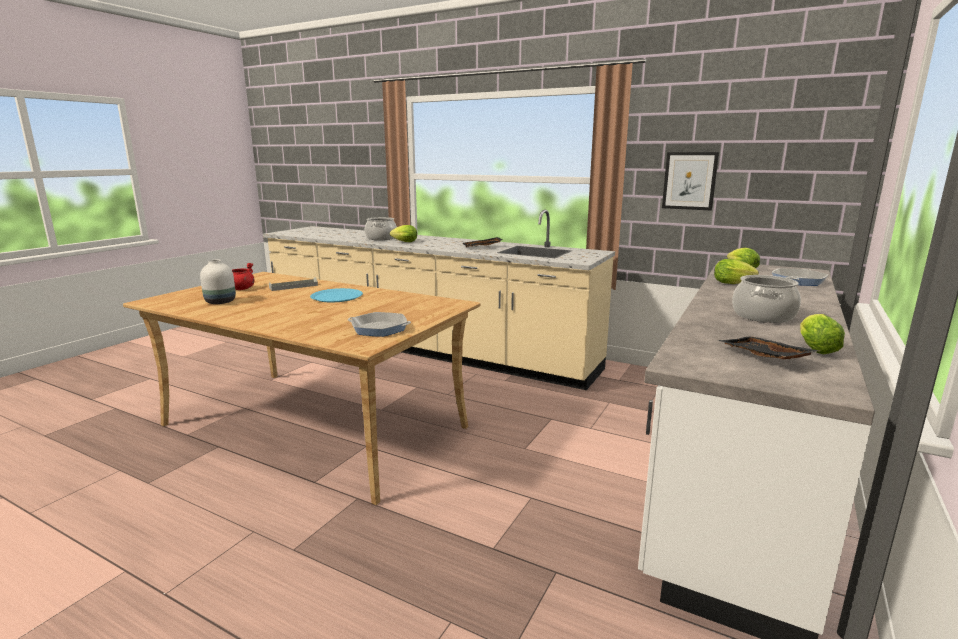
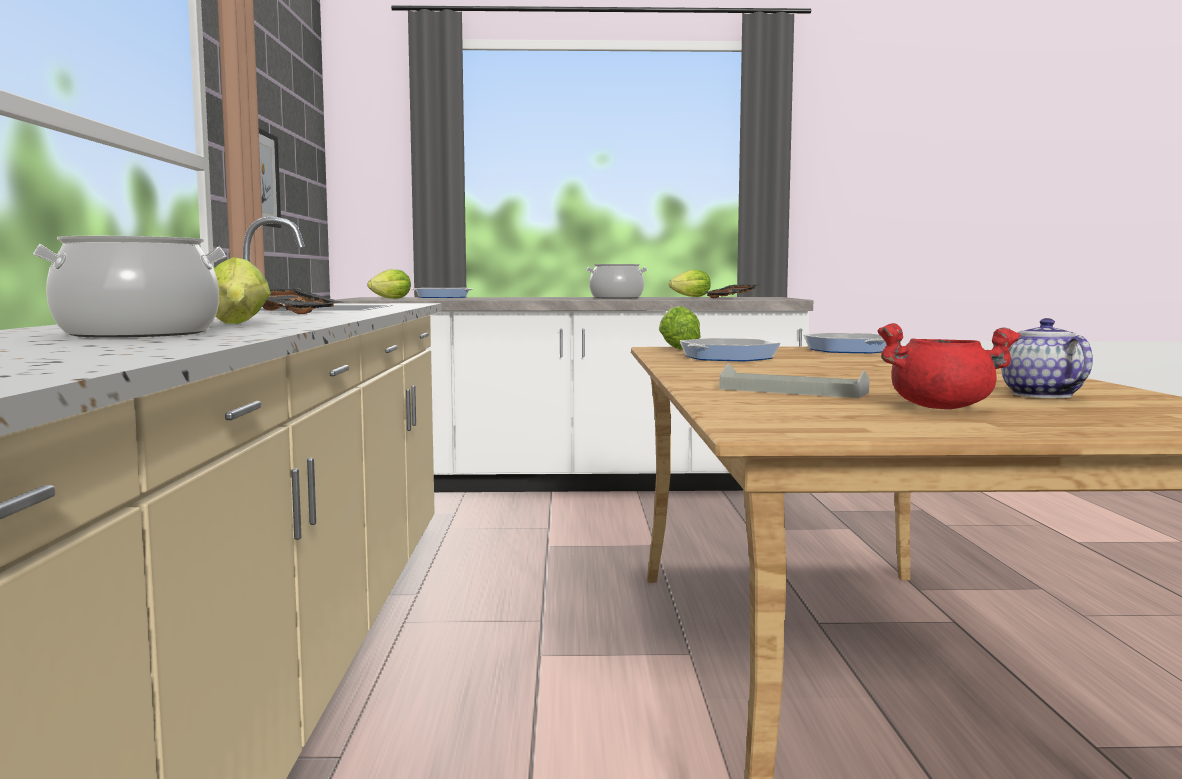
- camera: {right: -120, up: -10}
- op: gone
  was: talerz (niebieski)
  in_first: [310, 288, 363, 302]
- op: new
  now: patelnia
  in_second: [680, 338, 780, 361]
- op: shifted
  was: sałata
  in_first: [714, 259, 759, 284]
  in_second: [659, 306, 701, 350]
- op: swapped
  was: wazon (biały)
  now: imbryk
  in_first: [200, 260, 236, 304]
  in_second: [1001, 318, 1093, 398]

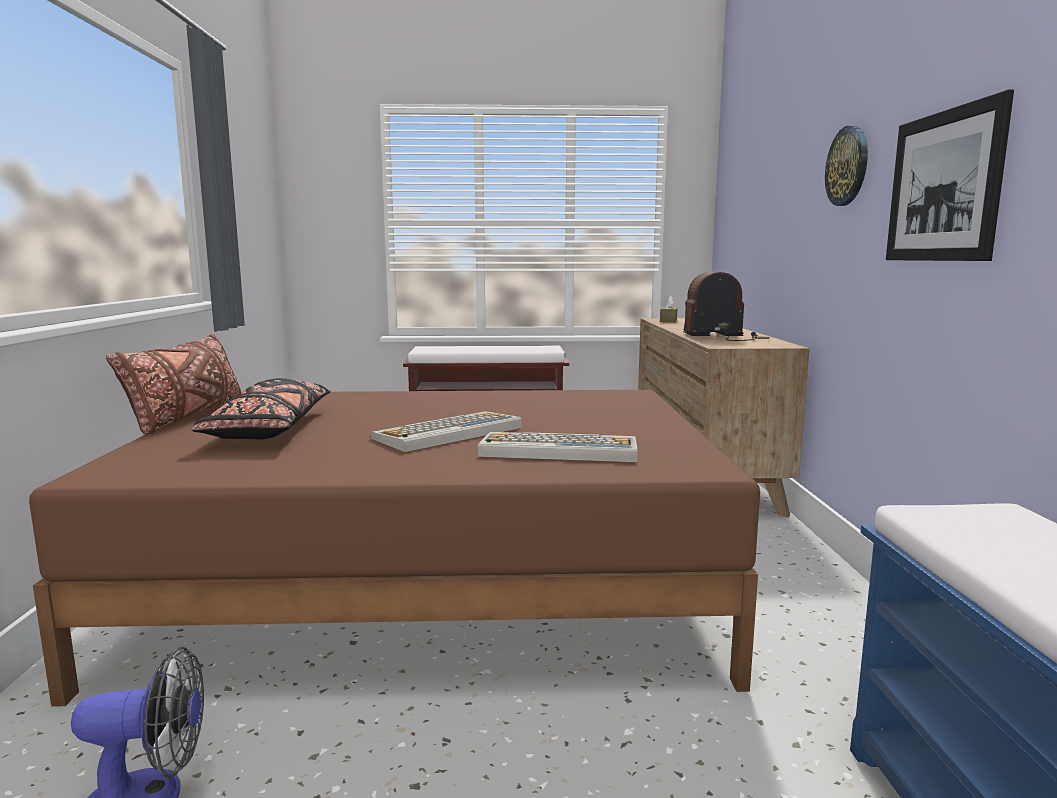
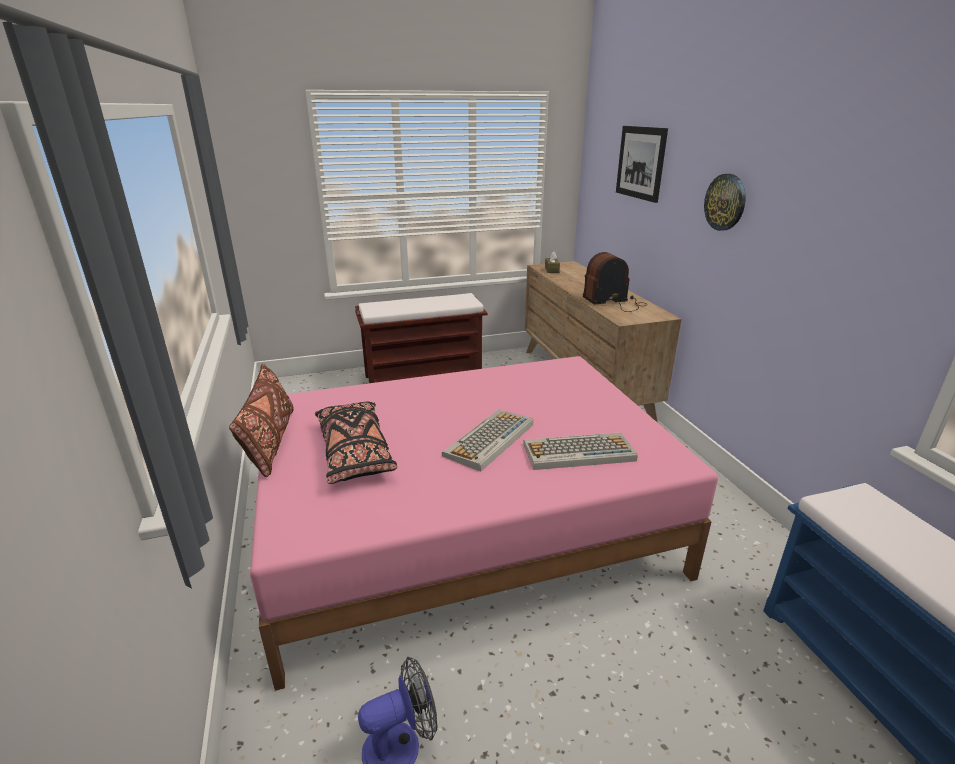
- camera: {right: -15, up: 15}
- op: shifted
  was: obraz
  in_first: [886, 89, 1014, 261]
  in_second: [616, 126, 668, 203]
- op: repainted
  was: łóżko (brązowy)
  now: łóżko (różowy)
  in_first: [29, 390, 760, 707]
  in_second: [250, 356, 718, 691]

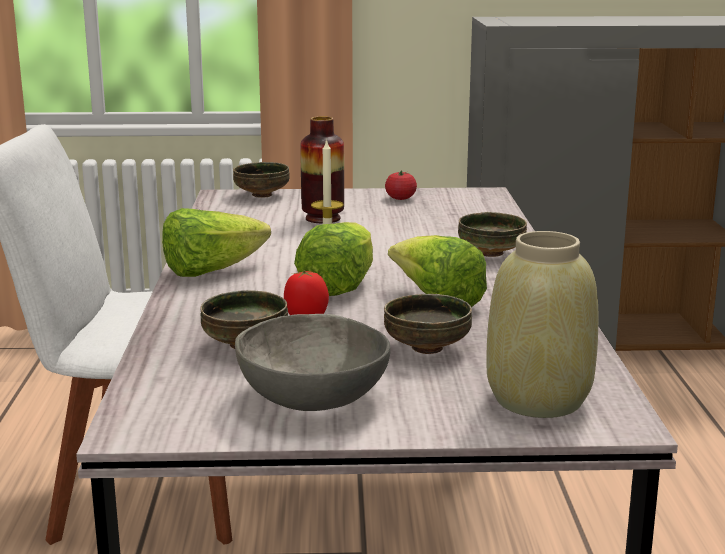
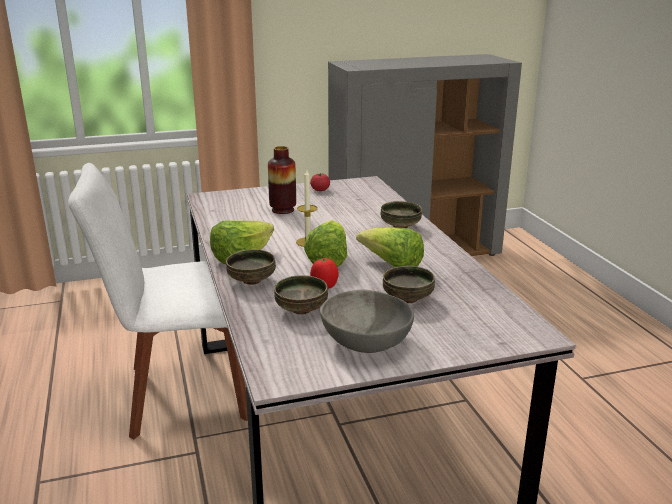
- camera: {right: -15, up: 5}
- op: gone
  was: wazon (beżowy)
  in_first: [487, 231, 598, 418]
- op: shifted
  was: miska
  in_first: [233, 162, 290, 198]
  in_second: [226, 249, 276, 285]

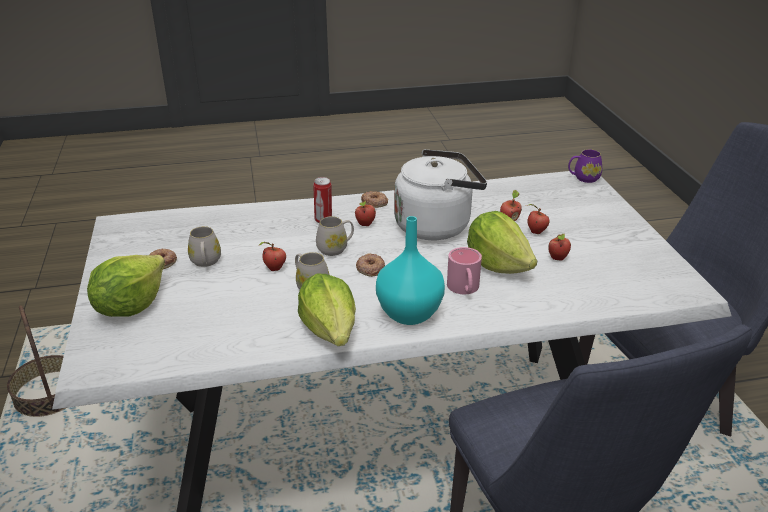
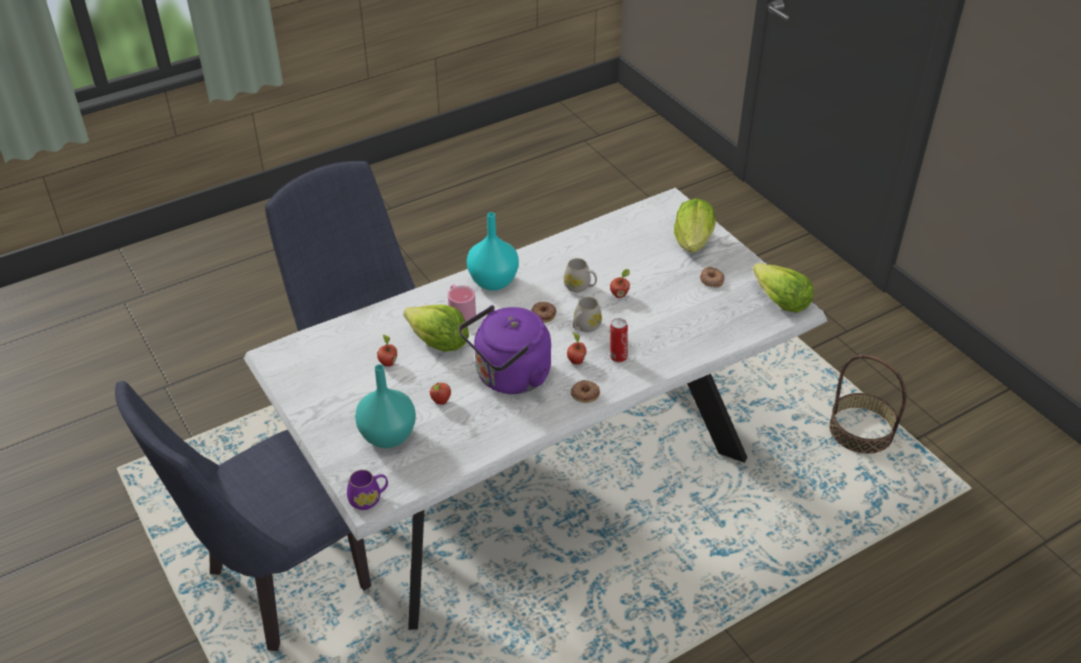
- camera: {right: 160, up: 10}
- op: gone
  was: kubek (biały)
  in_first: [188, 226, 221, 267]
- op: gone
  was: jabłko
  in_first: [526, 204, 549, 234]
- op: new
  now: wazon (turkusowy)
  in_second: [355, 364, 416, 448]
- op: shifted
  was: sałata
  in_first: [298, 274, 356, 346]
  in_second: [753, 263, 814, 313]
- op: repainted
  was: czajnik (biały)
  now: czajnik (fioletowy)
  in_first: [394, 149, 487, 240]
  in_second: [459, 305, 551, 394]

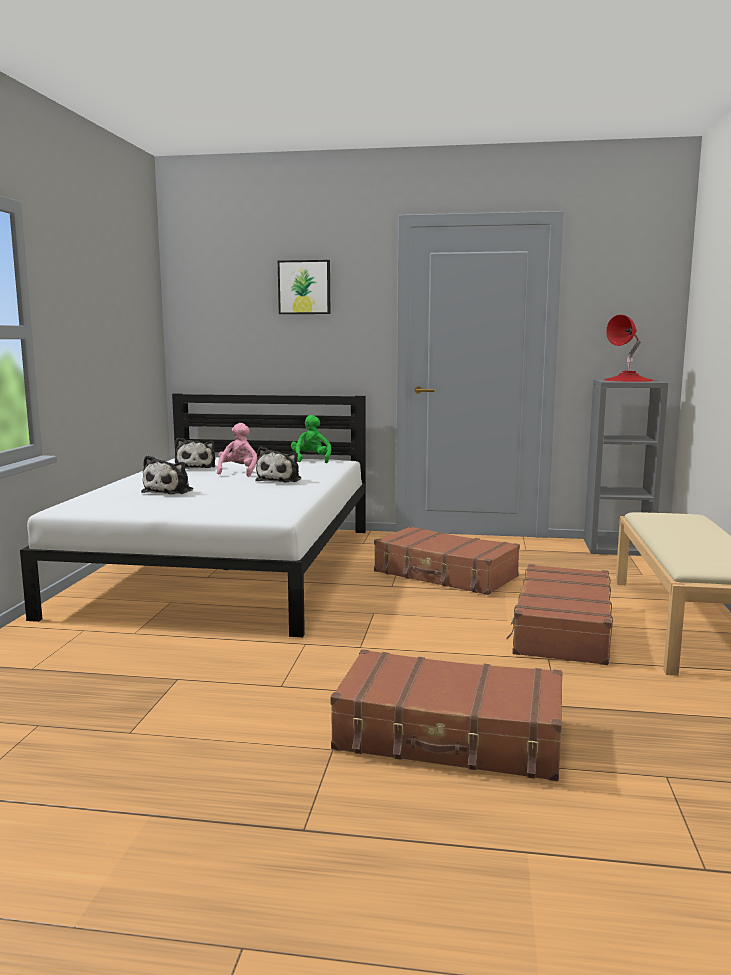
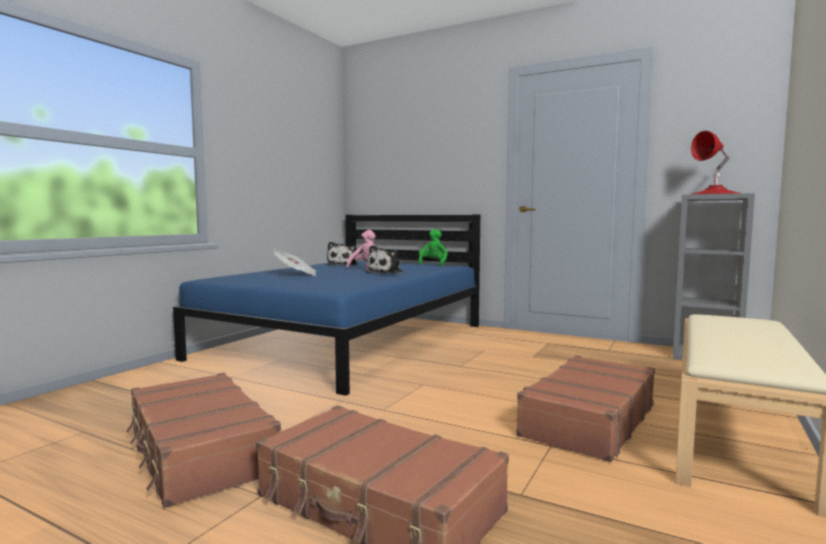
- camera: {right: 20, up: -5}
- op: gone
  was: obraz
  in_first: [278, 260, 330, 314]
- op: shifted
  was: walizka (brązowy)
  in_first: [374, 526, 520, 595]
  in_second: [126, 373, 281, 508]
- op: swapped
  was: pluszak
  now: gazeta
  in_first: [141, 455, 193, 494]
  in_second: [273, 249, 316, 276]
- op: repainted
  was: łóżko (biały)
  now: łóżko (niebieski)
  in_first: [20, 394, 366, 637]
  in_second: [173, 214, 480, 396]

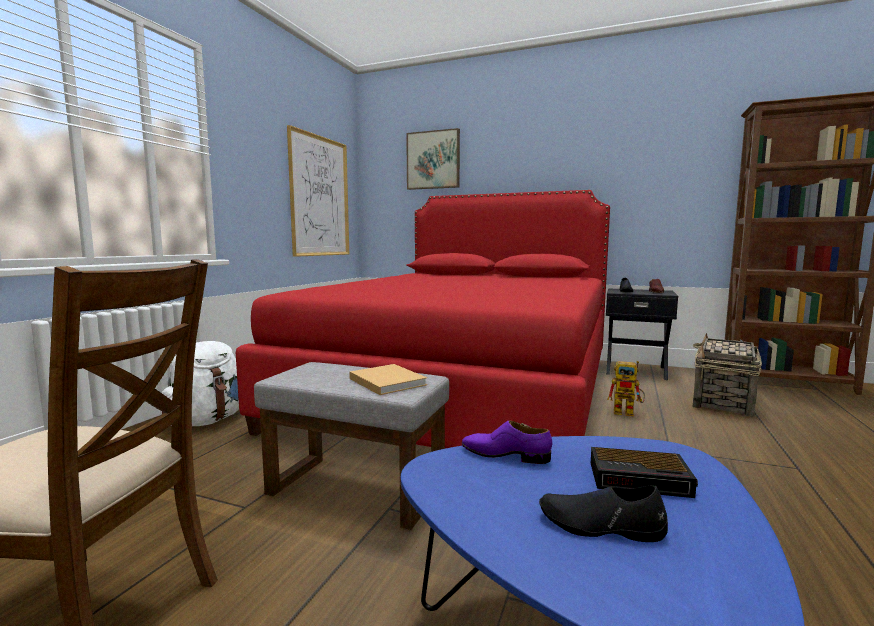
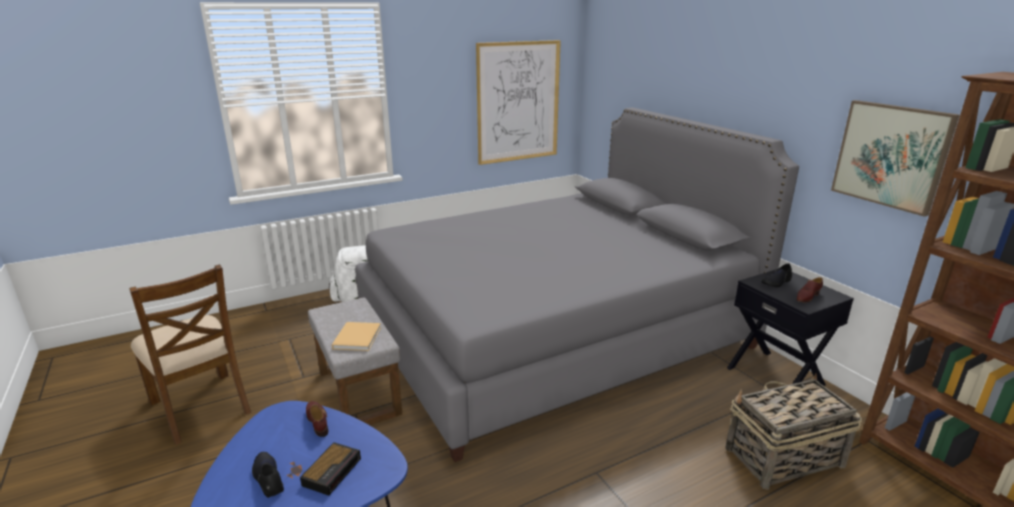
- camera: {right: 40, up: 15}
- op: gone
  was: robot zabawkowy
  in_first: [607, 361, 645, 416]
- op: shifted
  was: obraz
  in_first: [406, 128, 460, 190]
  in_second: [831, 100, 960, 217]
- op: repainted
  was: łóżko (czerwony)
  now: łóżko (szary)
  in_first: [236, 190, 610, 449]
  in_second: [355, 108, 799, 462]
- op: repainted
  was: but (fioletowy)
  now: but (brązowy)
  in_first: [462, 420, 552, 464]
  in_second: [306, 401, 328, 437]
- op: rotated
  was: budzik
  in_first: [591, 447, 698, 498]
  in_second: [300, 442, 361, 496]
  clockwise: -120

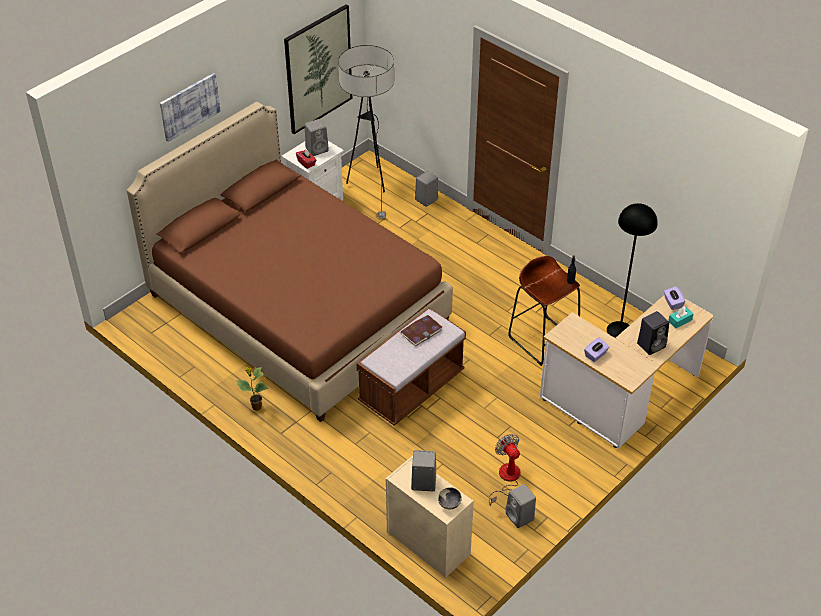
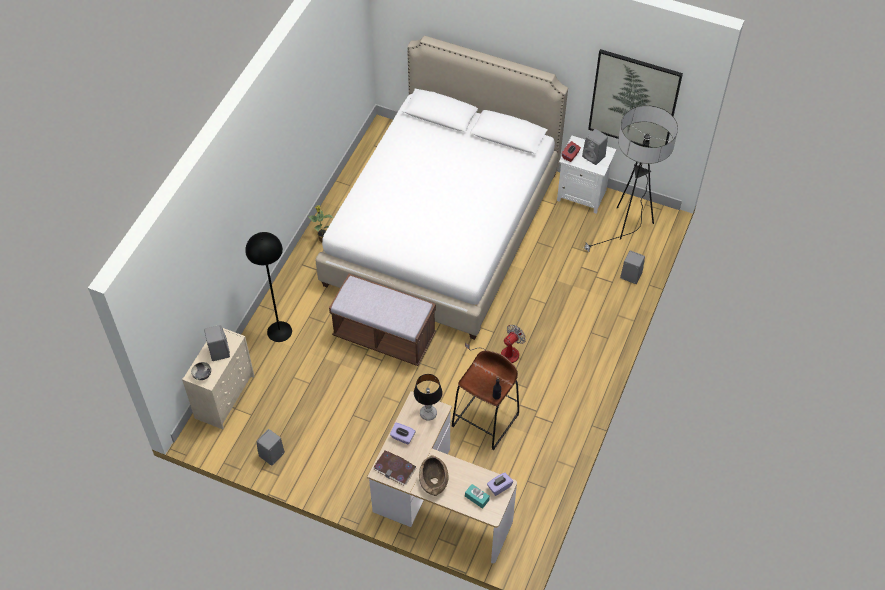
- camera: {right: 70, up: 10}
- op: gone
  was: obraz
  in_first: [160, 73, 221, 142]
- op: new
  now: lampa stołowa
  in_second: [414, 374, 443, 421]
- op: shifted
  was: książka
  in_first: [401, 315, 443, 346]
  in_second: [373, 450, 416, 486]
- op: shifted
  was: wentylator
  in_first: [489, 434, 521, 506]
  in_second: [465, 325, 526, 363]
- op: shifted
  was: lampa stojąca (czarny)
  in_first: [607, 203, 658, 338]
  in_second: [245, 232, 292, 342]
- op: swapped
  was: głośnik (czarny)
  now: miska (brązowy)
  in_first: [637, 311, 669, 355]
  in_second: [419, 455, 448, 496]
- op: repainted
  was: łóżko (brązowy)
  now: łóżko (biały)
  in_first: [127, 102, 453, 422]
  in_second: [315, 36, 568, 340]

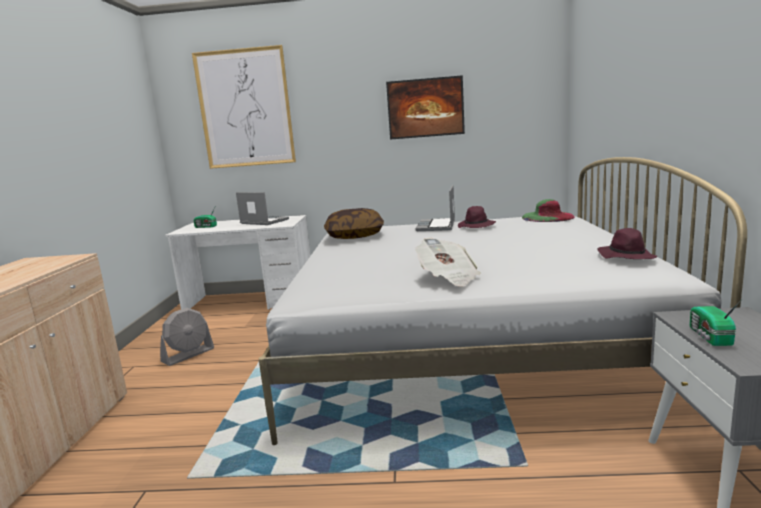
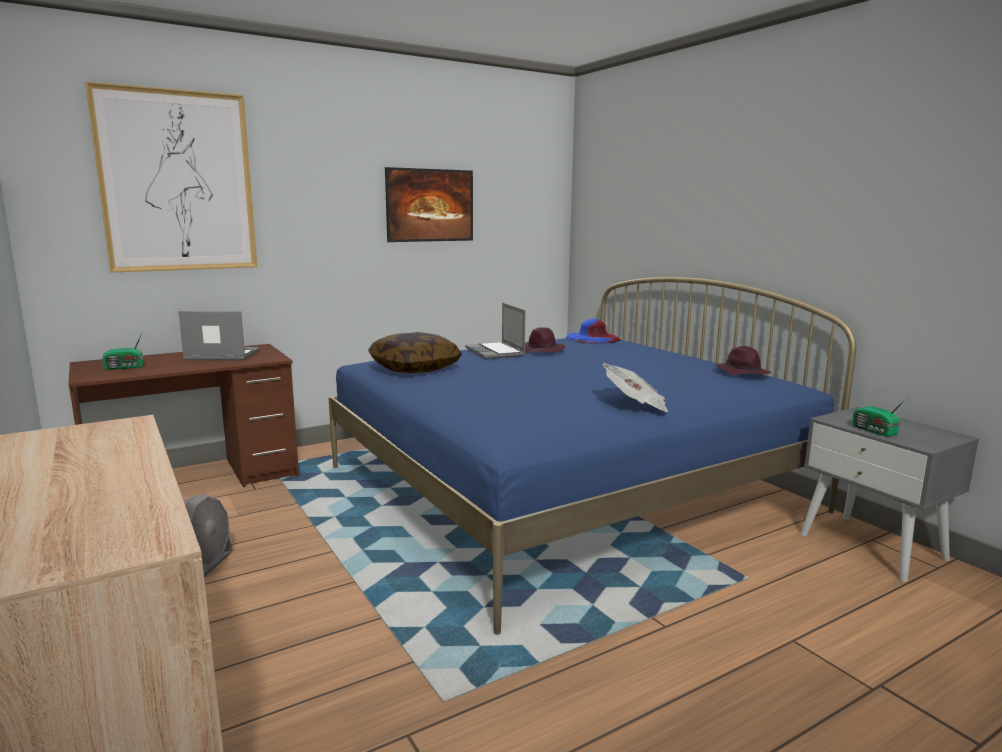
- camera: {right: -35, up: 0}
- op: repainted
  was: biurko (biały)
  now: biurko (brązowy)
  in_first: [165, 215, 310, 310]
  in_second: [68, 344, 299, 487]
- op: repainted
  was: łóżko (biały)
  now: łóżko (niebieski)
  in_first: [259, 157, 747, 445]
  in_second: [329, 277, 856, 635]
- op: repainted
  was: kapelusz (zielony)
  now: kapelusz (niebieski)
  in_first: [522, 199, 575, 222]
  in_second: [566, 319, 621, 344]

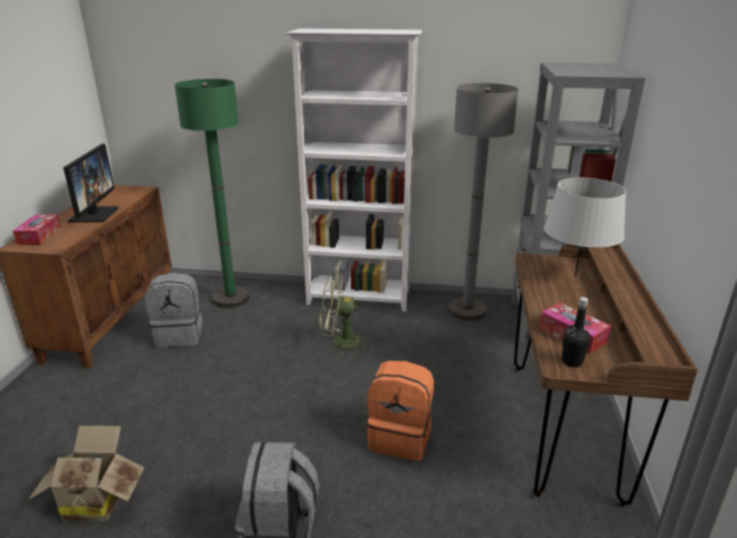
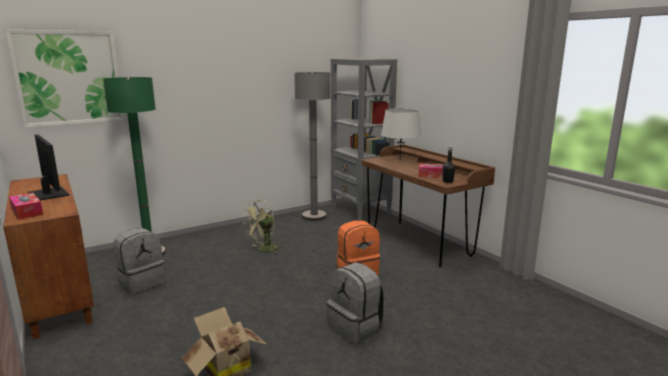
- camera: {right: -40, up: -10}
- op: gone
  was: regał (biały)
  in_first: [286, 28, 423, 312]
- op: new
  now: obraz
  in_second: [6, 30, 124, 128]

